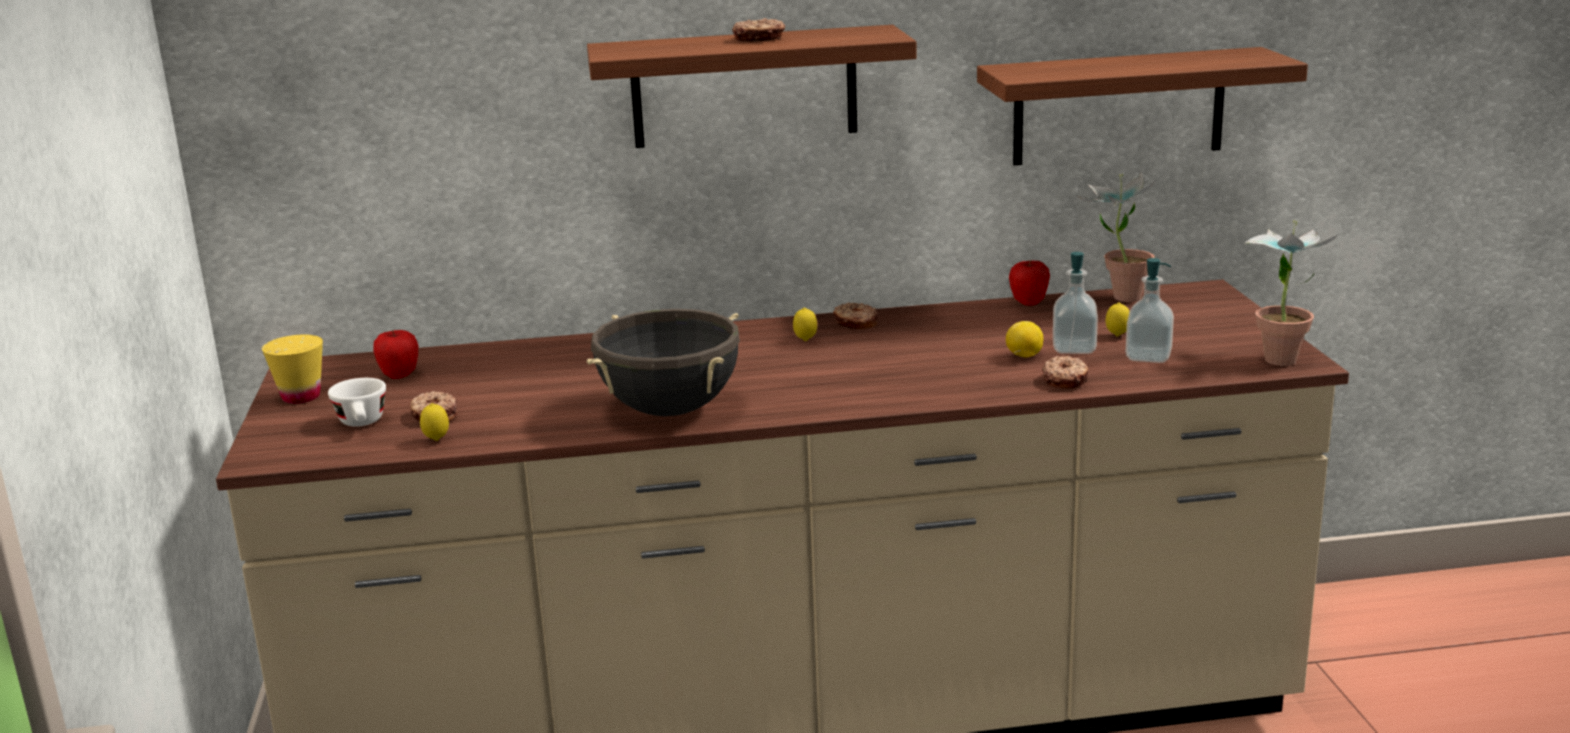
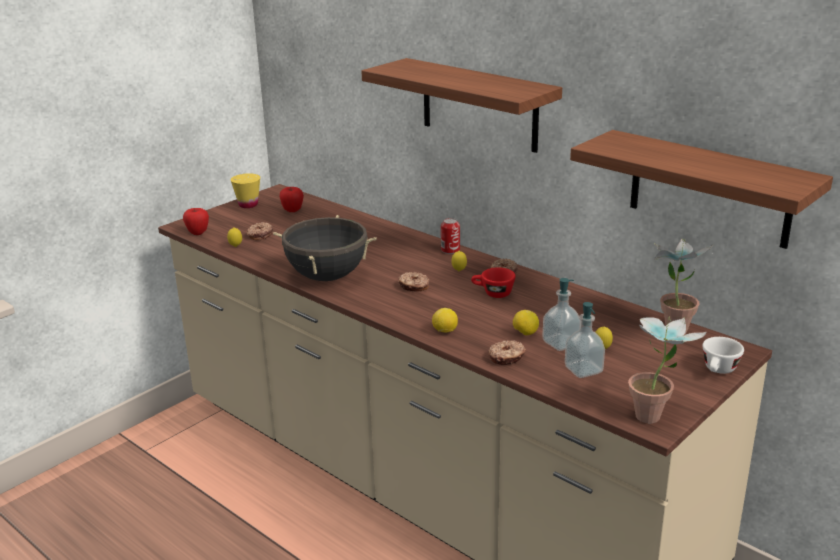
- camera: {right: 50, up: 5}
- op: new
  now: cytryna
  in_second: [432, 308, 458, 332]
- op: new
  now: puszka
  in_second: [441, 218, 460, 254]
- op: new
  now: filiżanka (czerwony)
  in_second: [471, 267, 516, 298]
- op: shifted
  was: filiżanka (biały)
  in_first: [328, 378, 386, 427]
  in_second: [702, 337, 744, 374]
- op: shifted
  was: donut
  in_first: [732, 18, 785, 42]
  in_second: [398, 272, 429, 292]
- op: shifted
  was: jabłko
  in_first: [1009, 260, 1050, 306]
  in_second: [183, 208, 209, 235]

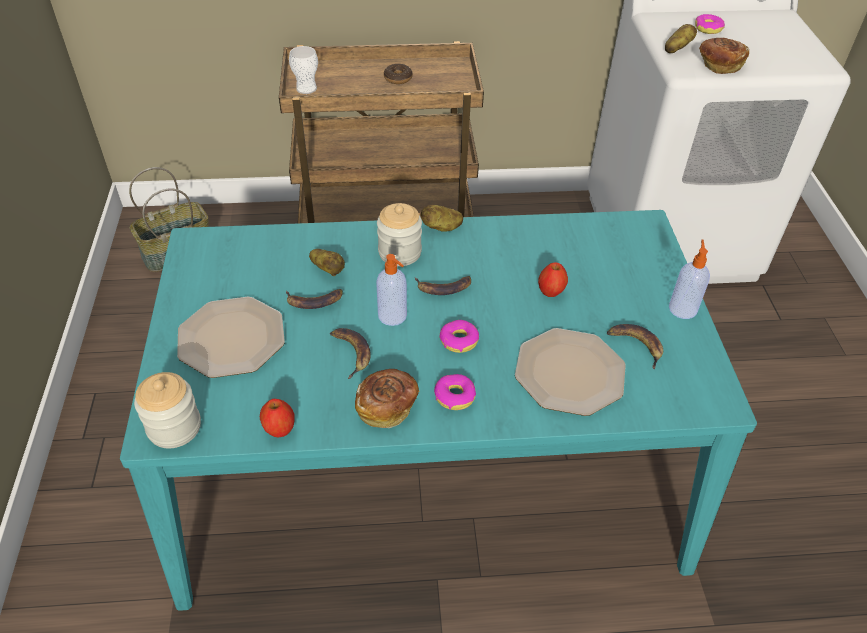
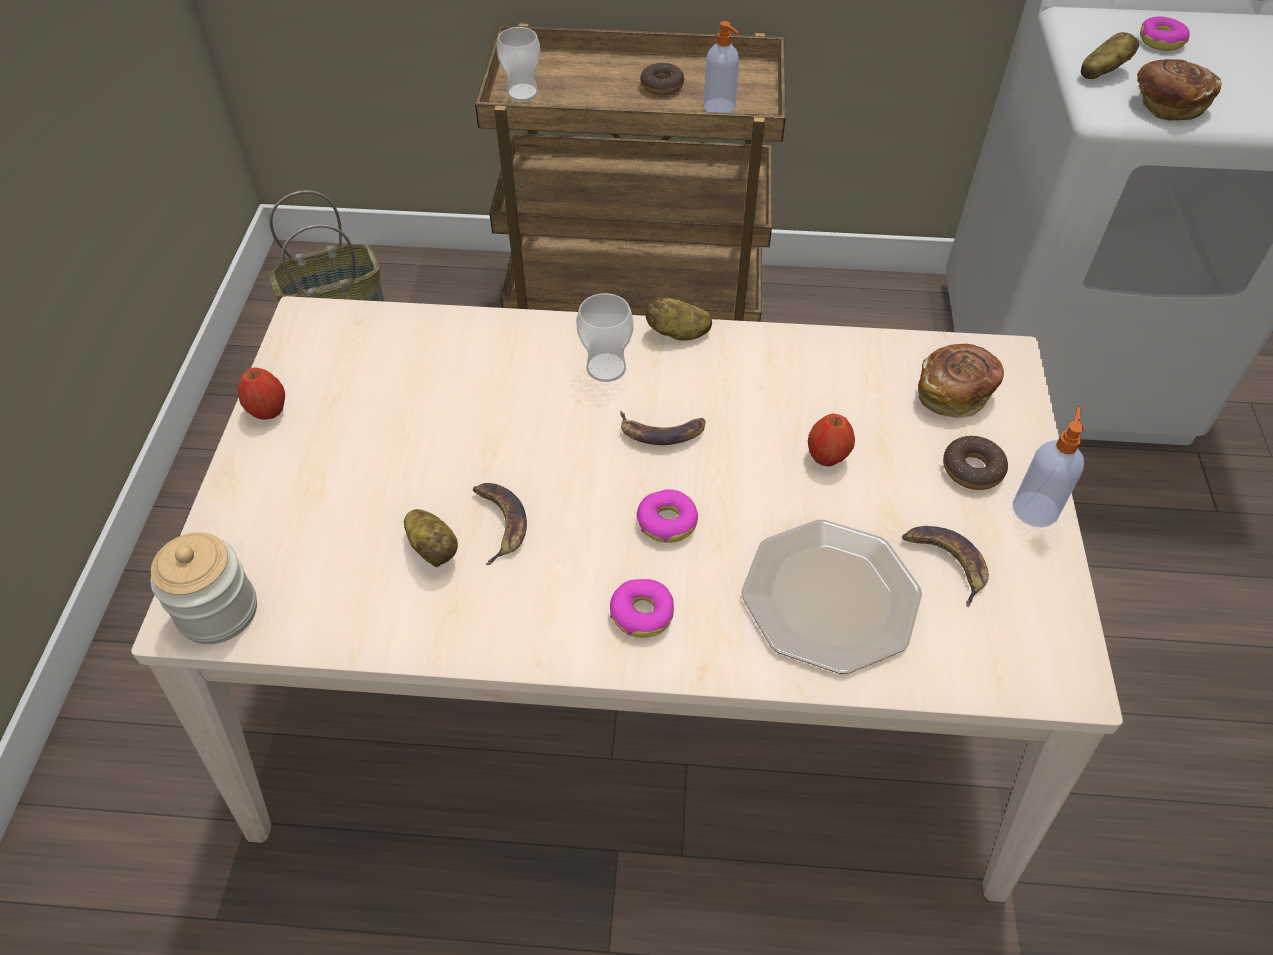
- camera: {right: 10, up: 5}
- op: gone
  was: talerz
  in_first: [177, 297, 285, 378]
- op: gone
  was: banan
  in_first: [286, 289, 343, 309]
- op: new
  now: donut
  in_second: [943, 436, 1008, 490]
- op: shifted
  was: jabłko
  in_first: [260, 399, 294, 438]
  in_second: [238, 367, 285, 420]
- op: shifted
  was: ziemniak
  in_first: [309, 249, 345, 276]
  in_second: [404, 509, 458, 567]
- op: shifted
  was: chleb
  in_first: [355, 369, 419, 428]
  in_second: [918, 344, 1004, 418]
- op: shifted
  was: dozownik mydła
  in_first: [376, 254, 407, 326]
  in_second: [704, 21, 739, 113]
- op: swapped
  was: słoik
  now: filiżanka
  in_first: [377, 203, 422, 266]
  in_second: [576, 293, 633, 382]
- op: repainted
  was: stół jadalny (turkusowy)
  now: stół jadalny (beżowy)
  in_first: [120, 210, 757, 611]
  in_second: [131, 296, 1123, 902]

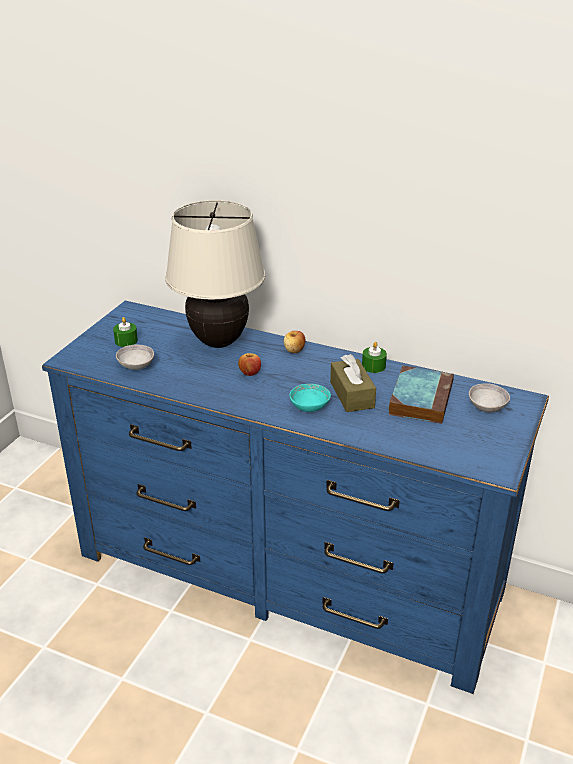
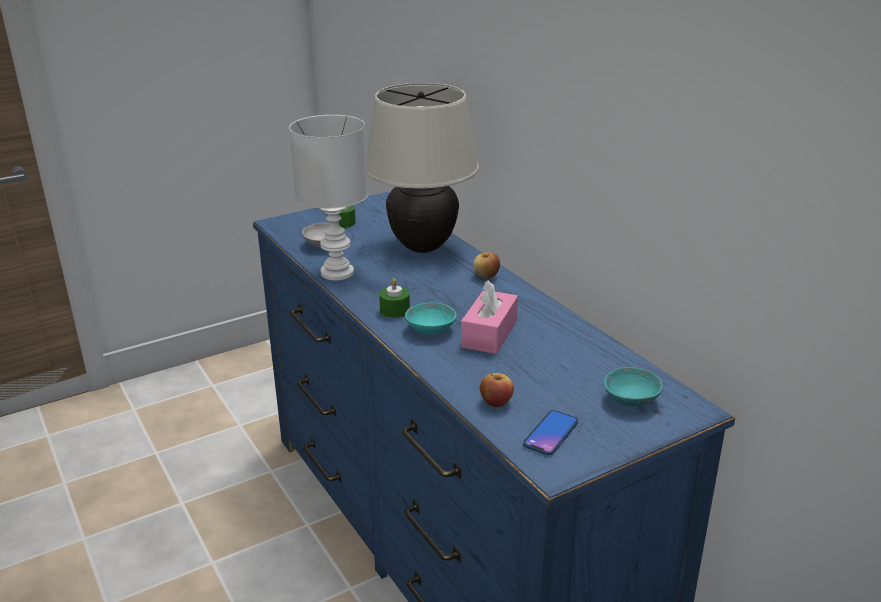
- camera: {right: 35, up: -5}
- op: gone
  was: książka
  in_first: [389, 366, 454, 424]
- op: new
  now: lampa stołowa (biały)
  in_second: [289, 115, 368, 280]
- op: new
  now: telefon
  in_second: [523, 410, 578, 455]
- op: shifted
  was: jabłko
  in_first: [238, 353, 261, 376]
  in_second: [480, 373, 514, 407]
- op: shifted
  was: świeca (zielony)
  in_first: [362, 342, 387, 373]
  in_second: [379, 278, 410, 318]
- op: repainted
  was: pudełko chusteczek (brązowy)
  now: pudełko chusteczek (różowy)
  in_first: [330, 354, 376, 412]
  in_second: [461, 280, 518, 354]
- op: repainted
  was: miska (szary)
  now: miska (turkusowy)
  in_first: [469, 383, 510, 412]
  in_second: [604, 367, 663, 407]

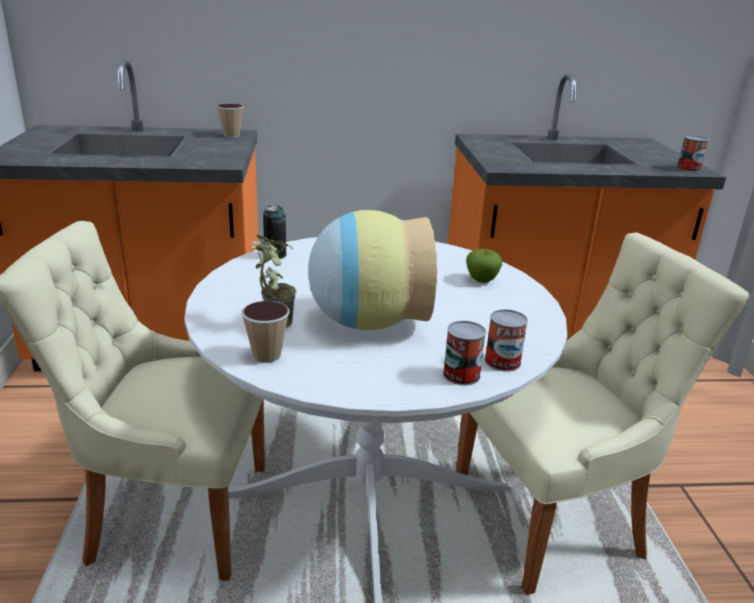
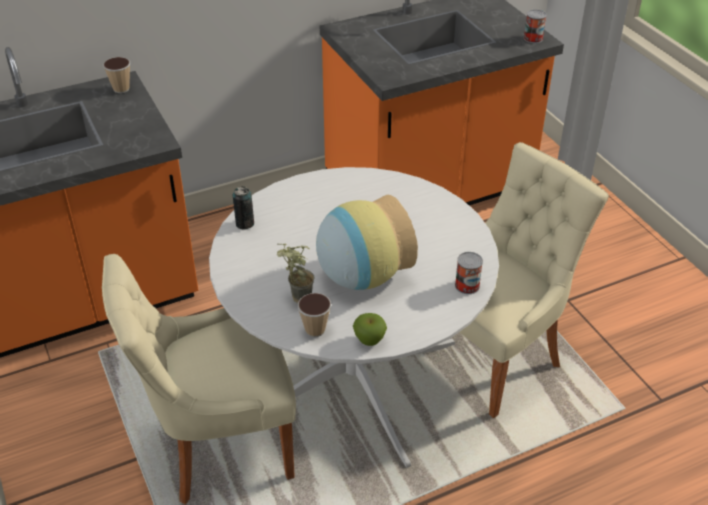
- camera: {right: -20, up: 15}
- op: gone
  was: puszka
  in_first: [443, 321, 486, 385]
- op: shifted
  was: jabłko
  in_first: [466, 249, 502, 283]
  in_second: [353, 313, 387, 346]

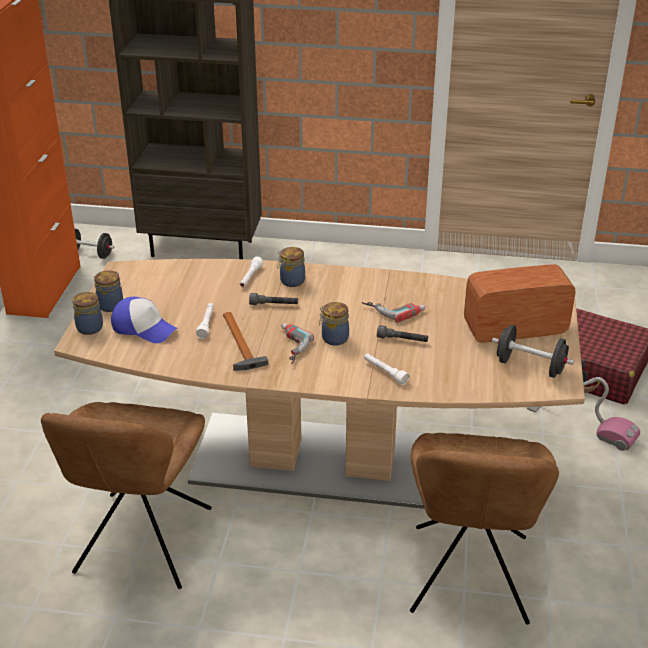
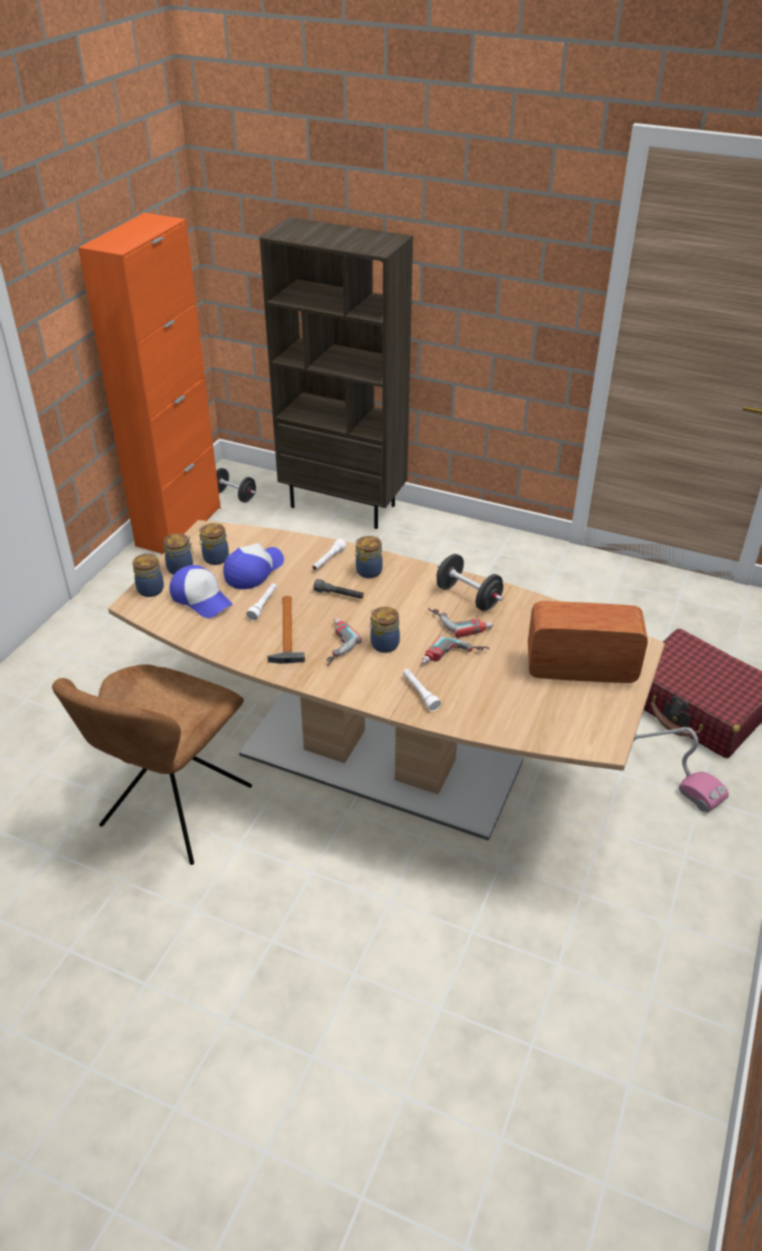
- camera: {right: 15, up: 5}
- op: gone
  was: krzesło (brązowy)
  in_first: [410, 433, 559, 625]
- op: new
  now: słoik
  in_second: [199, 523, 229, 565]
- op: new
  now: czapka z daszkiem
  in_second: [223, 543, 284, 589]
- op: shifted
  was: hantel (czarny)
  in_first: [492, 325, 574, 378]
  in_second: [436, 554, 503, 611]
- op: swapped
  was: latarka (szary)
  now: wiertarka
  in_first: [377, 325, 428, 342]
  in_second: [422, 635, 490, 664]

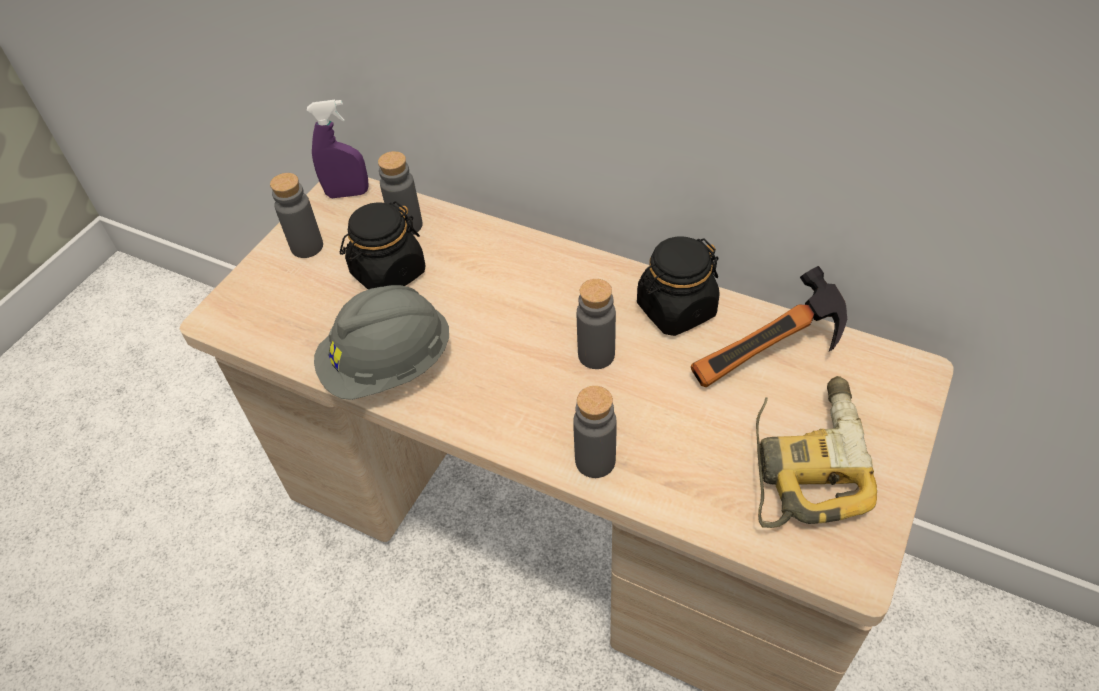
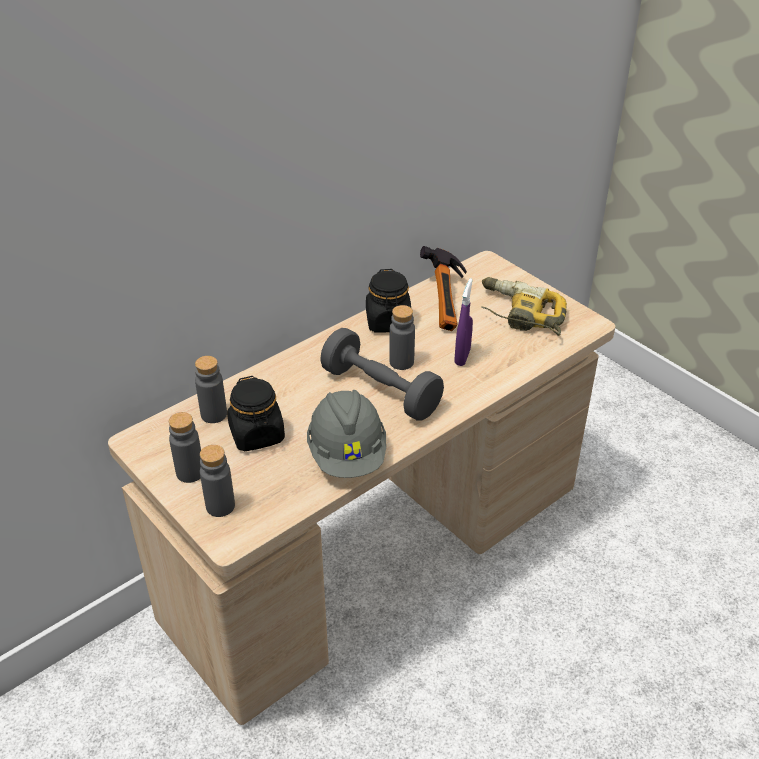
- camera: {right: -70, up: -10}
- op: new
  now: hantel (szary)
  in_second: [320, 328, 444, 421]
- op: shifted
  was: spryskiwacz (fioletowy)
  in_first: [307, 100, 369, 198]
  in_second: [455, 278, 473, 366]
- op: shifted
  was: butelka (szary)
  in_first: [573, 386, 617, 478]
  in_second: [200, 445, 235, 517]

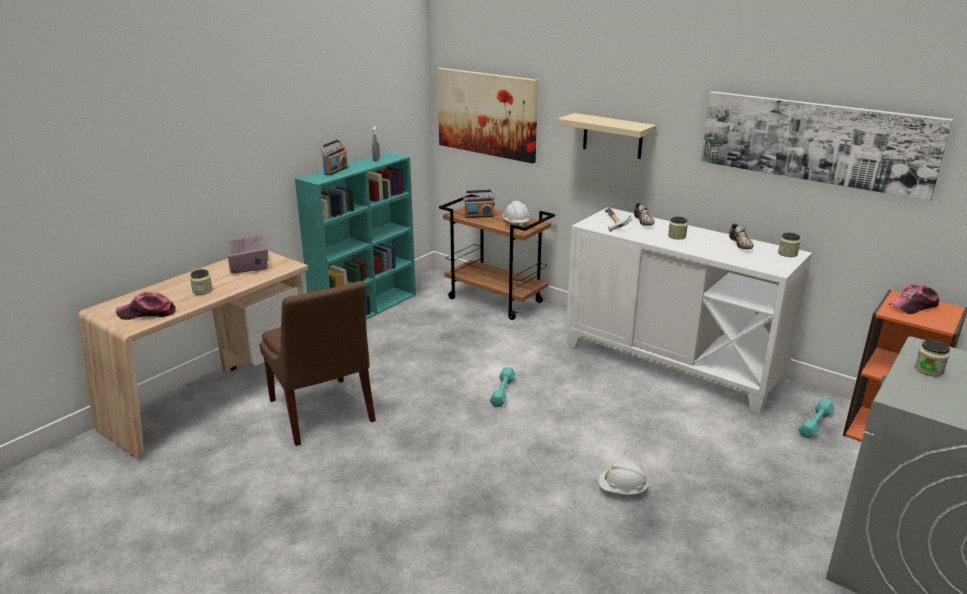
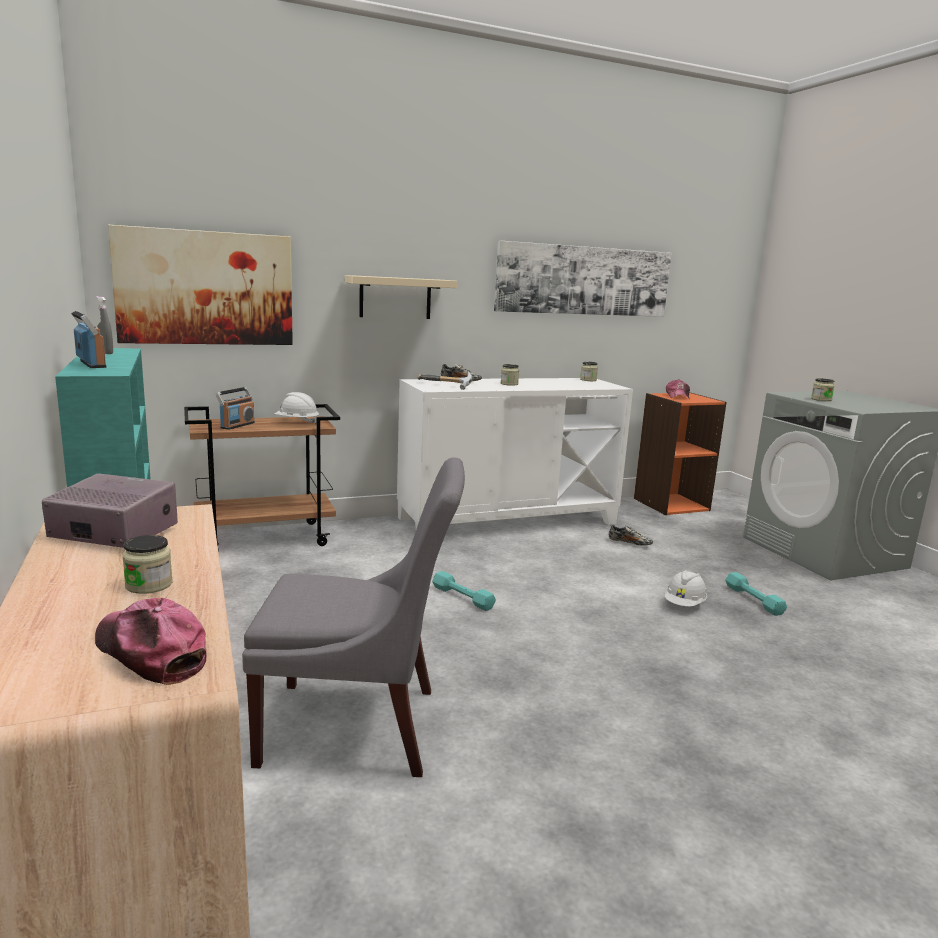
- camera: {right: -60, up: -10}
- op: shifted
  was: but
  in_first: [729, 224, 754, 249]
  in_second: [609, 525, 653, 546]
- op: shifted
  was: hantel (turkusowy)
  in_first: [799, 399, 835, 438]
  in_second: [725, 572, 787, 616]
- op: repainted
  was: krzesło (brązowy)
  now: krzesło (szary)
  in_first: [259, 281, 376, 446]
  in_second: [242, 457, 465, 777]
- op: rotated
  was: czapka z daszkiem
  in_first: [116, 292, 176, 320]
  in_second: [95, 598, 207, 685]
  clockwise: 105

